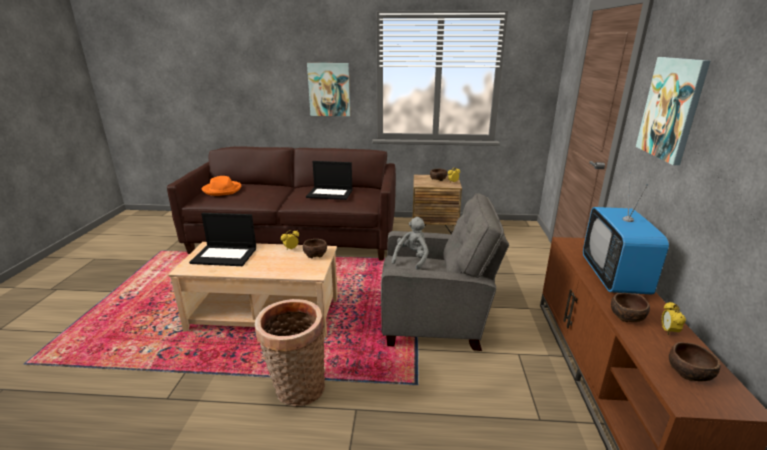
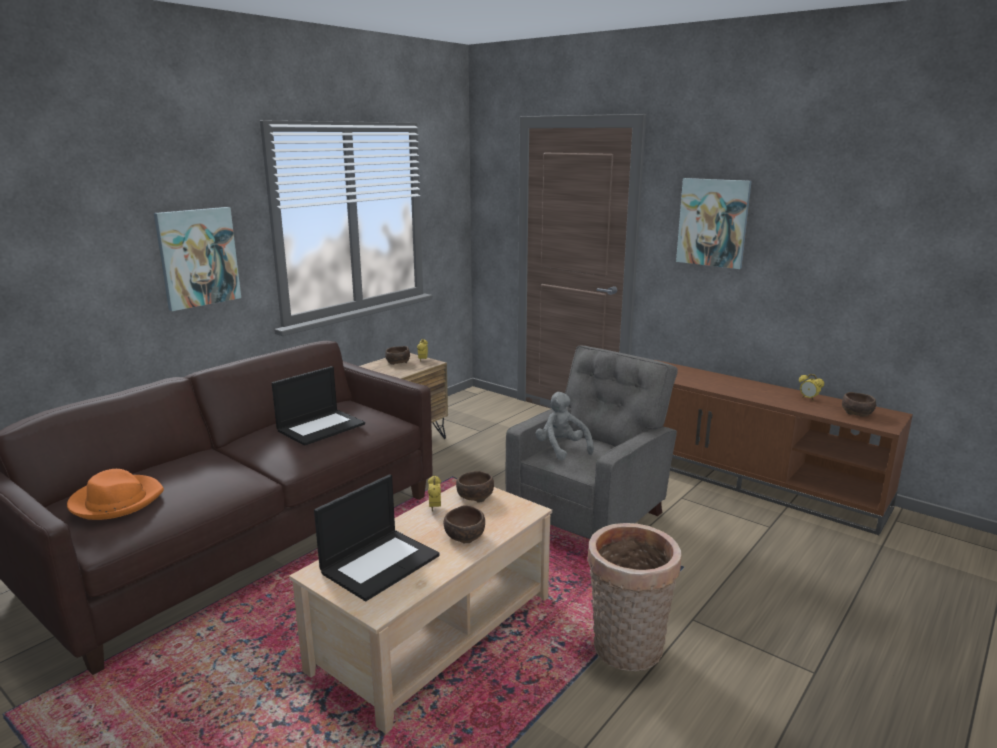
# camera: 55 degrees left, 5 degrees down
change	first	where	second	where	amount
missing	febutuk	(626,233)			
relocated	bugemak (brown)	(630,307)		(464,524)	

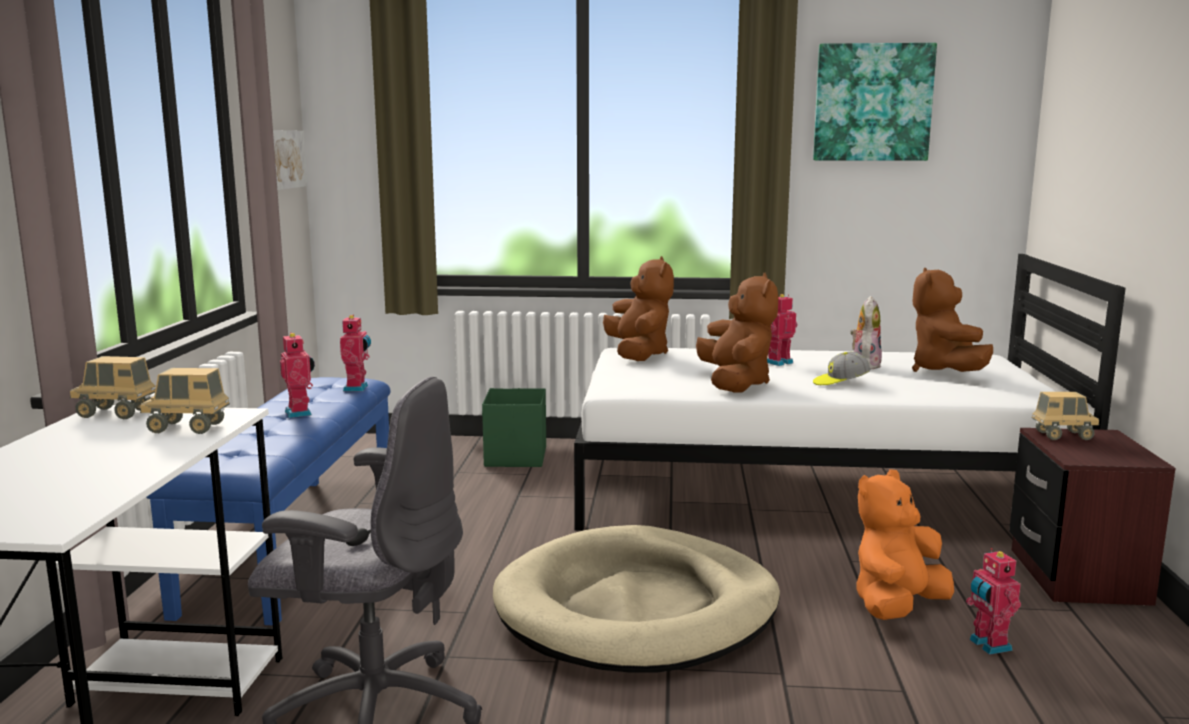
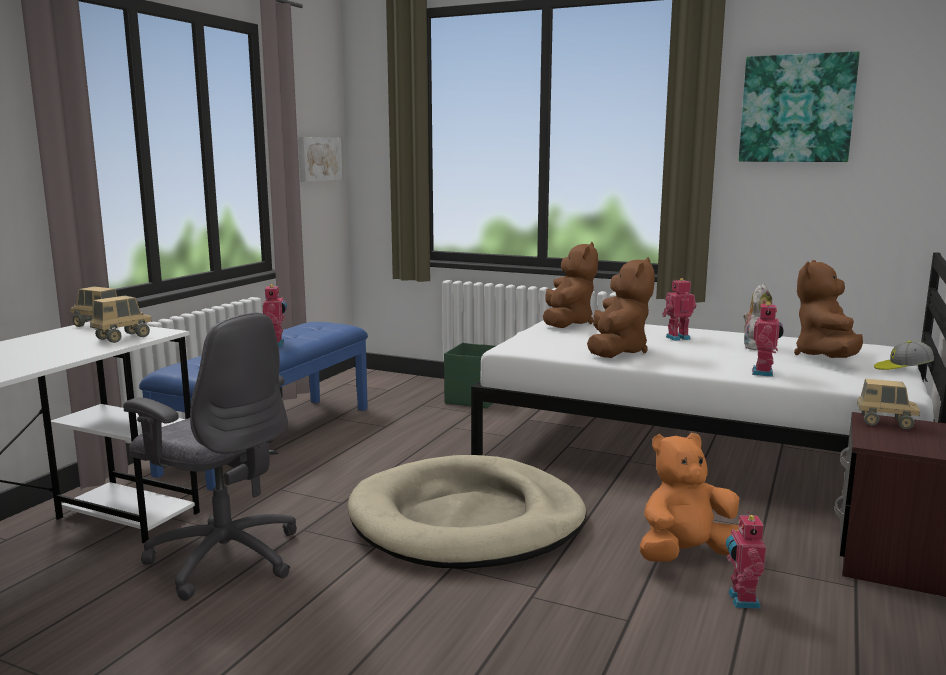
# camera: 20 degrees right, 0 degrees up
change	first	where	second	where	amount
relocated	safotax	(355,352)		(768,339)	
relocated	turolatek	(841,368)		(904,355)	
spun	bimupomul	(185,401)		(121,319)	105 degrees clockwise

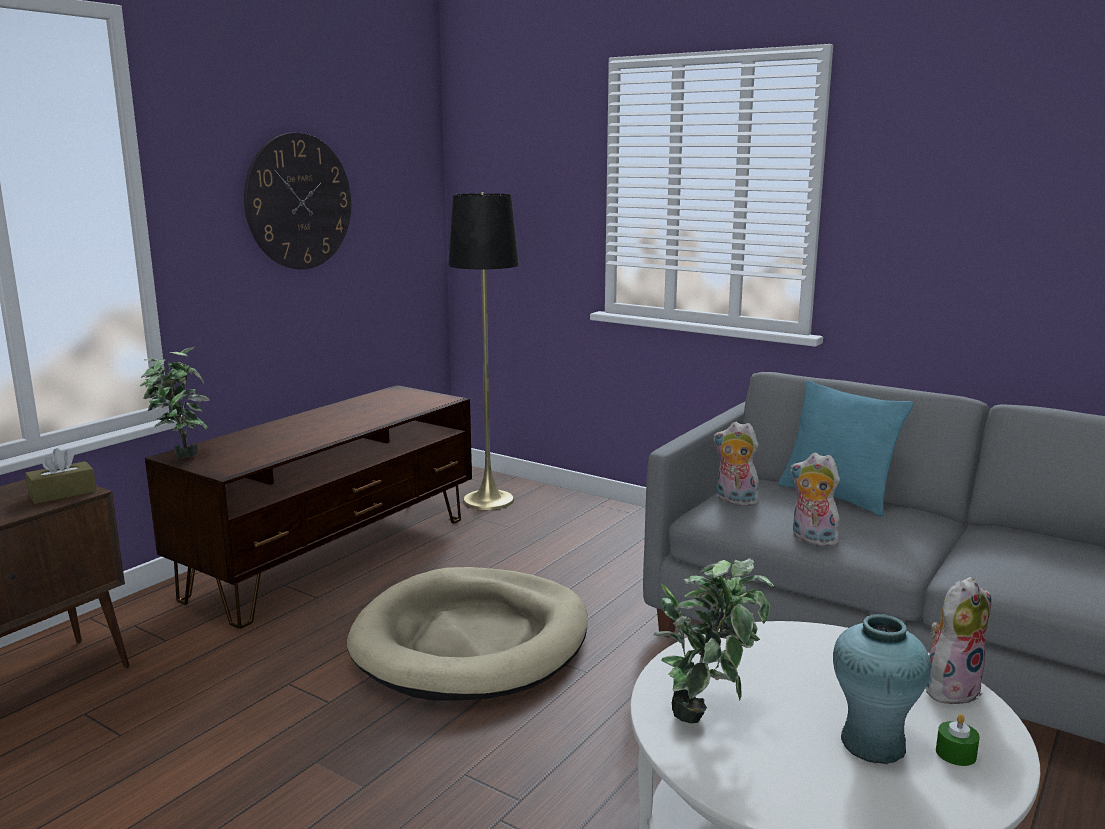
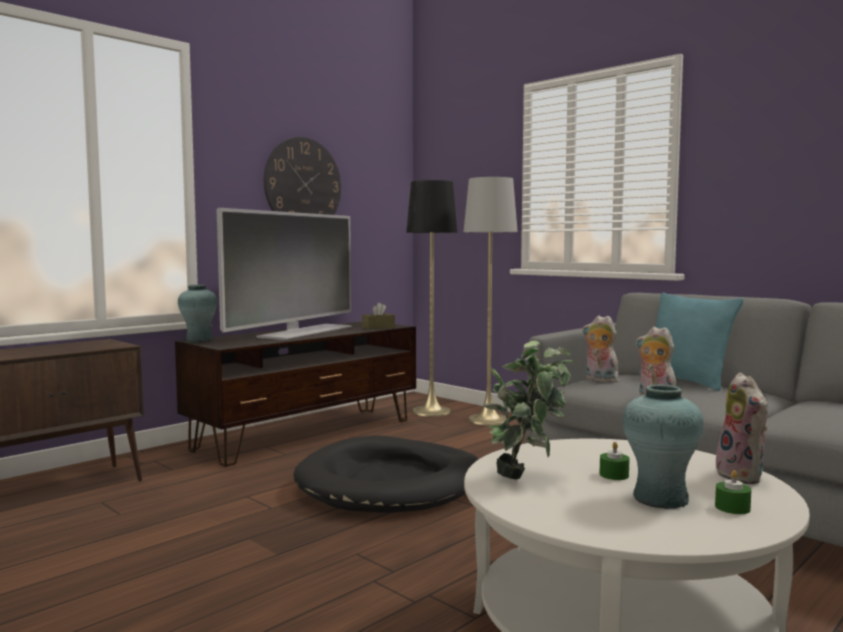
# camera: 10 degrees right, 10 degrees down
change	first	where	second	where	amount
appeared			febutuk	(284,274)	
appeared			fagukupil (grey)	(491,301)	
appeared			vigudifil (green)	(614,461)	
relocated	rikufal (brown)	(60,476)		(378,316)	
exchanged	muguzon	(175,403)	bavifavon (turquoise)	(197,313)	
colour	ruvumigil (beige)	(467,634)	ruvumigil (black)	(385,474)	
spun	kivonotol	(958,641)		(742,428)	105 degrees clockwise

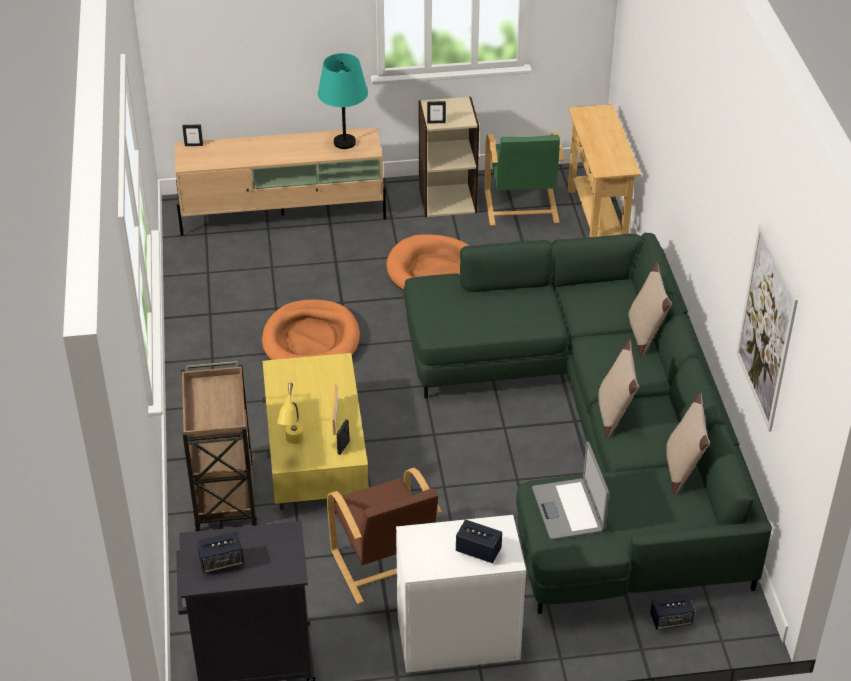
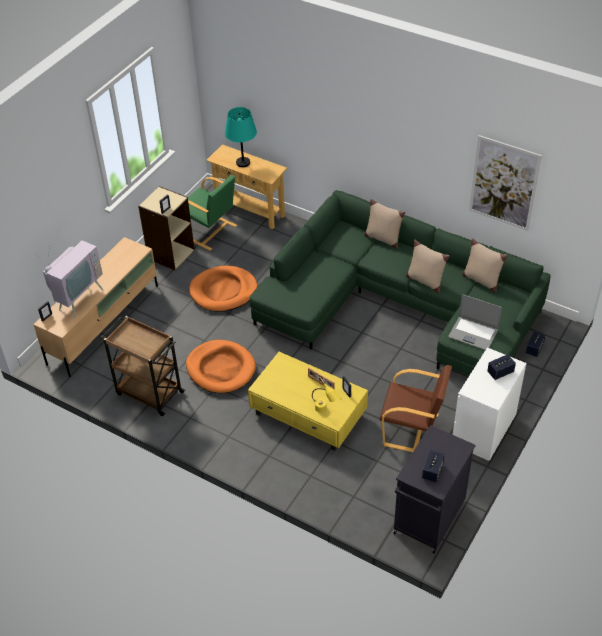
# camera: 50 degrees left, 5 degrees up
change	first	where	second	where	amount
appeared			febutuk	(72,278)	
relocated	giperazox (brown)	(219,446)		(143,366)	
relocated	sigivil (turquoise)	(343,101)		(241,137)	

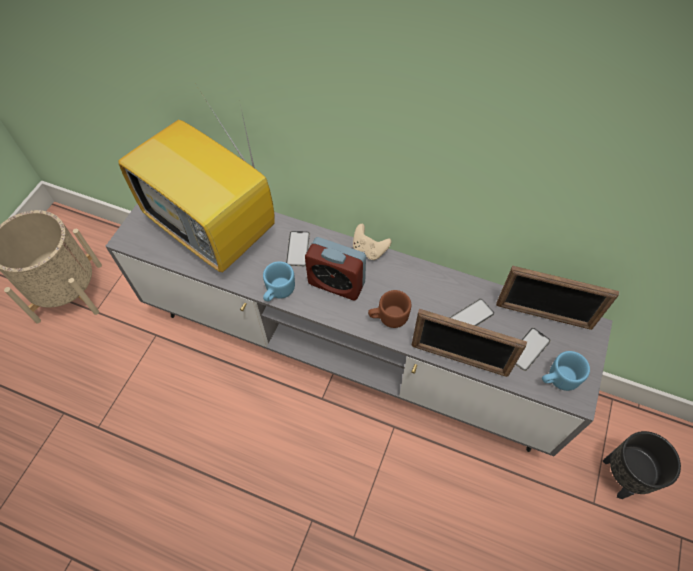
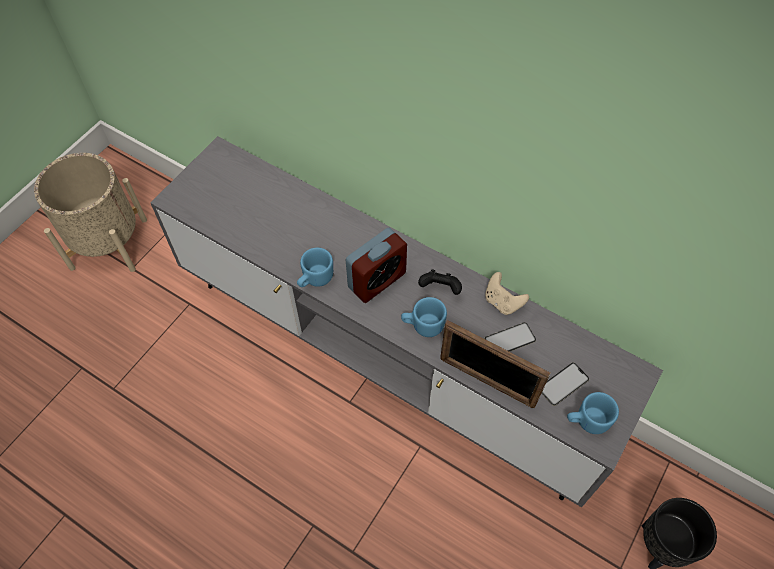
# camera: 10 degrees right, 0 degrees up
change	first	where	second	where	amount
missing	febutuk	(196,180)			
missing	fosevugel	(298,248)			
missing	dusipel	(557,298)			
appeared			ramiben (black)	(440,282)	
relocated	ramiben (beige)	(372,242)		(507,293)	
colour	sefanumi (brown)	(389,309)	sefanumi (blue)	(424,317)	
spun	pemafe	(335,268)		(376,265)	75 degrees counterclockwise

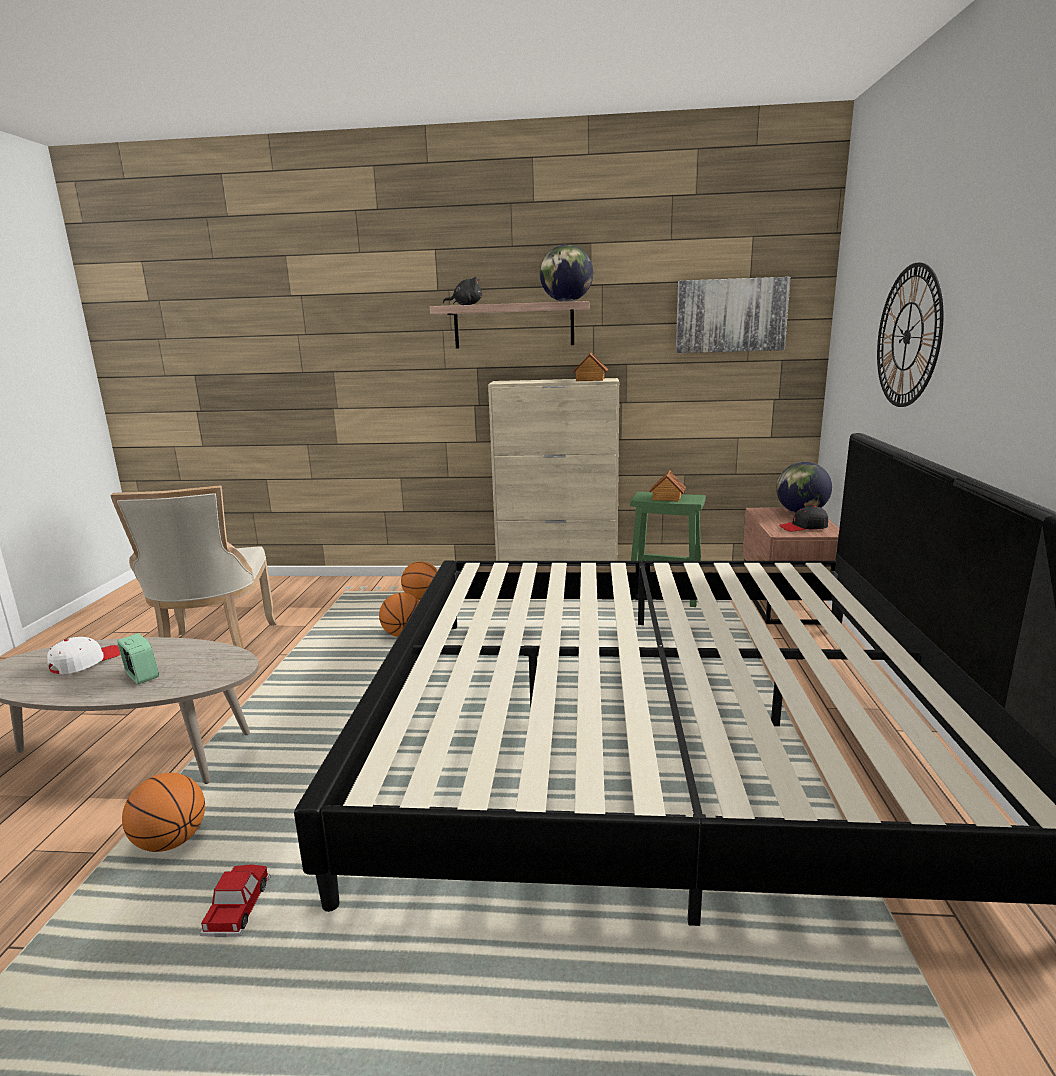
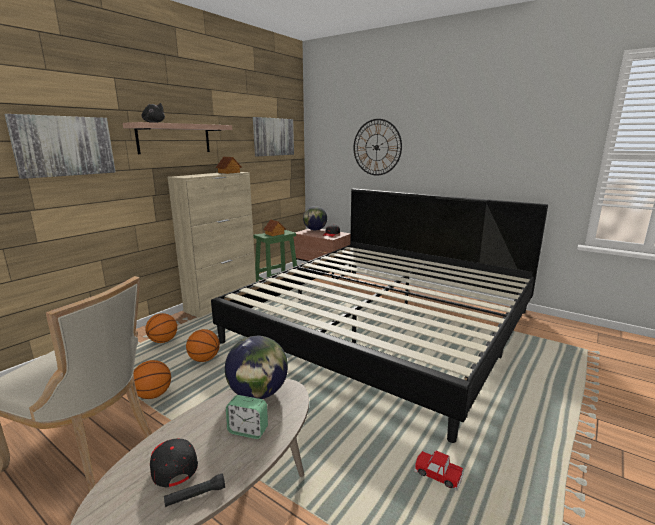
# camera: 60 degrees left, 0 degrees up
change	first	where	second	where	amount
appeared			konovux	(59,146)	
appeared			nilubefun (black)	(194,490)	
relocated	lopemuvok	(163,812)		(152,379)	
relocated	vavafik	(566,273)		(256,367)	
colour	turolatek (white)	(84,655)	turolatek (black)	(174,462)	
spun	pemafe	(138,658)		(247,417)	150 degrees counterclockwise

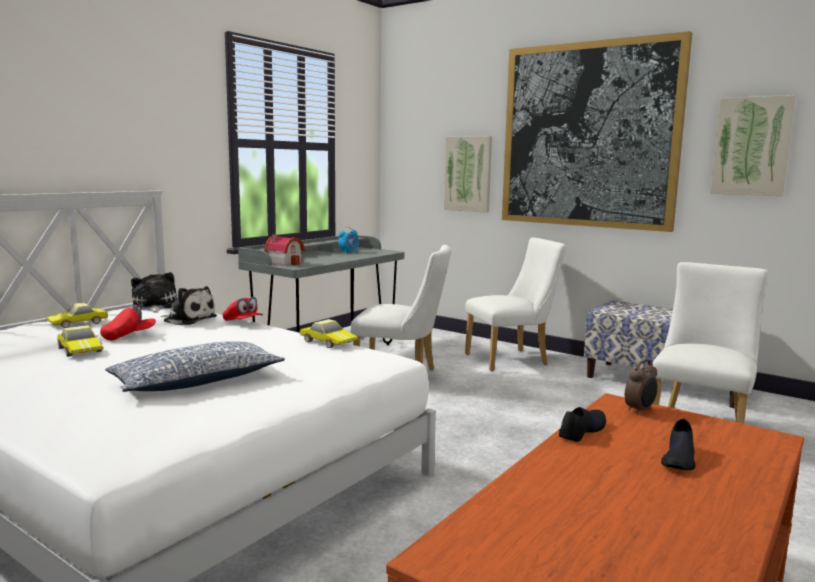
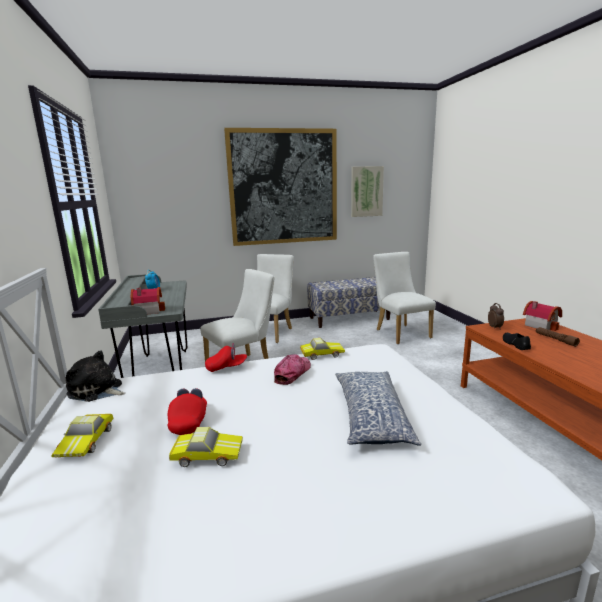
# camera: 50 degrees left, 5 degrees up
change	first	where	second	where	amount
missing	kivonotol	(188,305)			
missing	konovux	(468,174)			
appeared			turolatek	(292,369)	
appeared			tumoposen	(542,316)	
exchanged	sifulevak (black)	(678,444)	nilubefun (brown)	(558,337)	

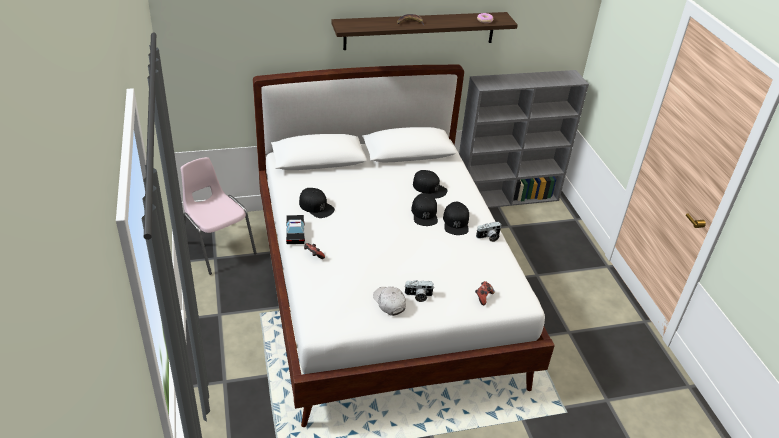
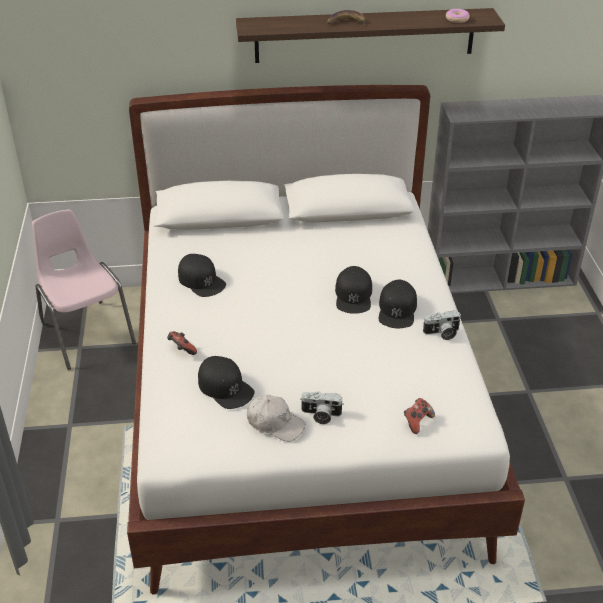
# camera: 10 degrees right, 0 degrees up
change	first	where	second	where	amount
missing	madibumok	(295,229)			
relocated	turolatek (black)	(430,184)		(226,382)	
spun	turolatek (white)	(389,301)		(276,418)	135 degrees clockwise

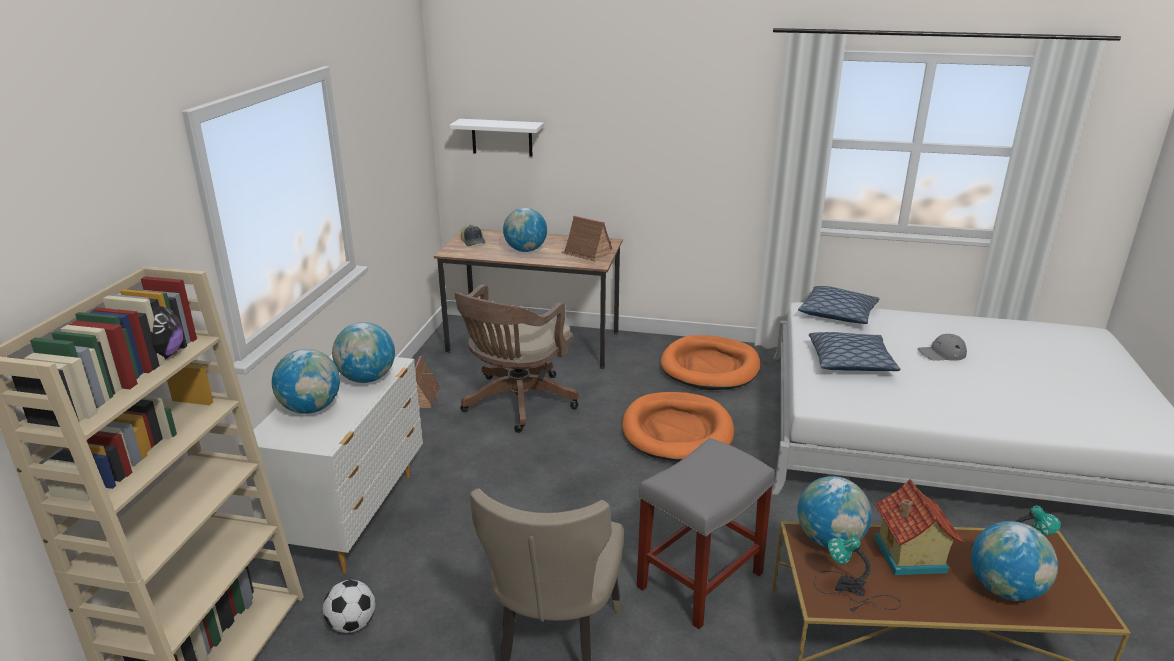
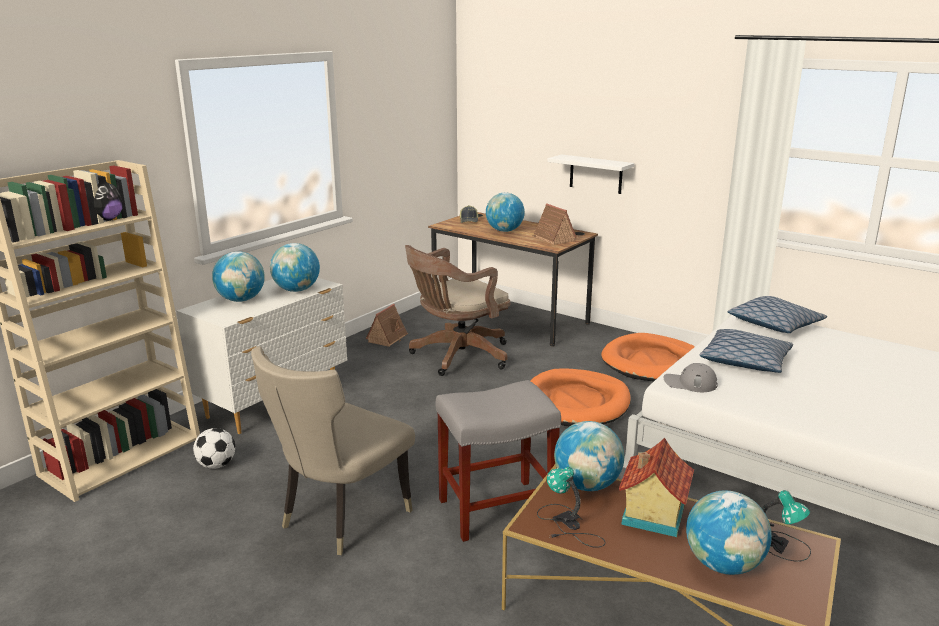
# camera: 25 degrees right, 5 degrees down
change	first	where	second	where	amount
relocated	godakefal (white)	(496,137)		(590,174)	
relocated	turolatek (grey)	(942,347)		(690,377)	

